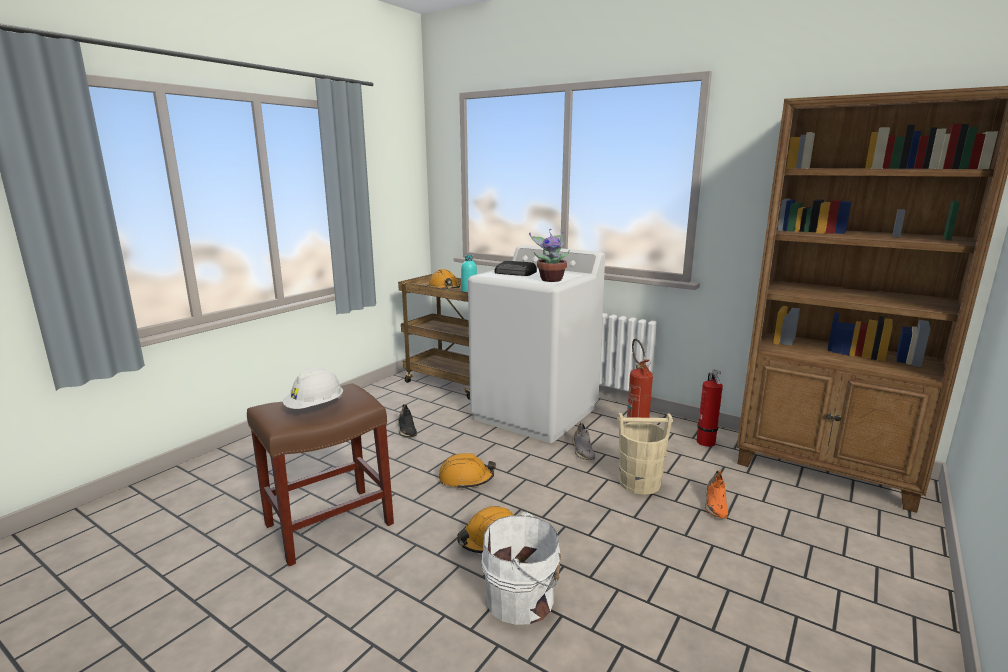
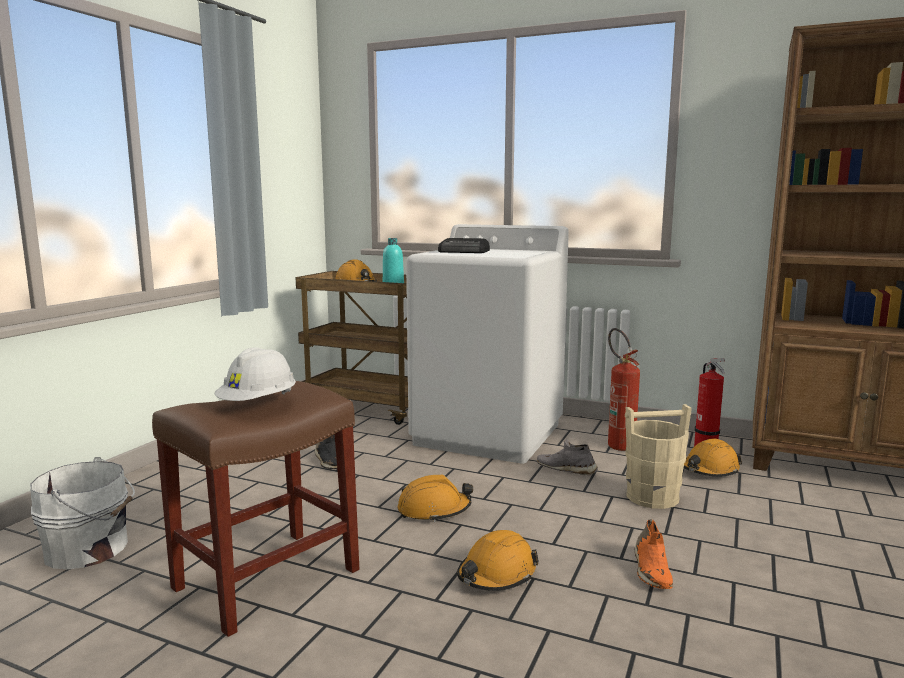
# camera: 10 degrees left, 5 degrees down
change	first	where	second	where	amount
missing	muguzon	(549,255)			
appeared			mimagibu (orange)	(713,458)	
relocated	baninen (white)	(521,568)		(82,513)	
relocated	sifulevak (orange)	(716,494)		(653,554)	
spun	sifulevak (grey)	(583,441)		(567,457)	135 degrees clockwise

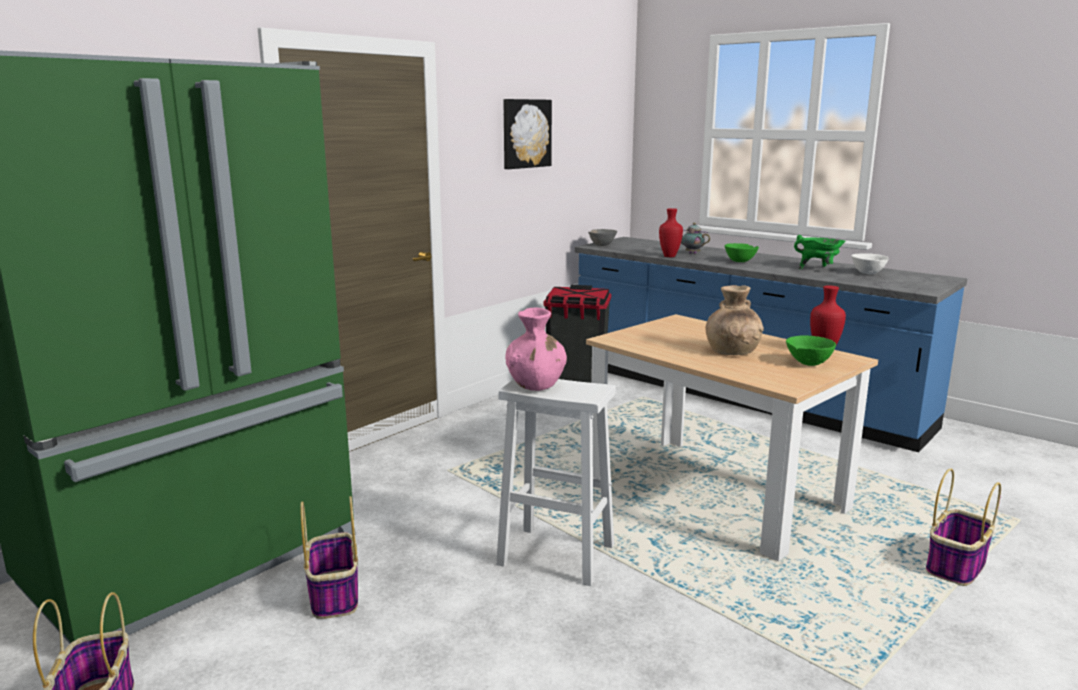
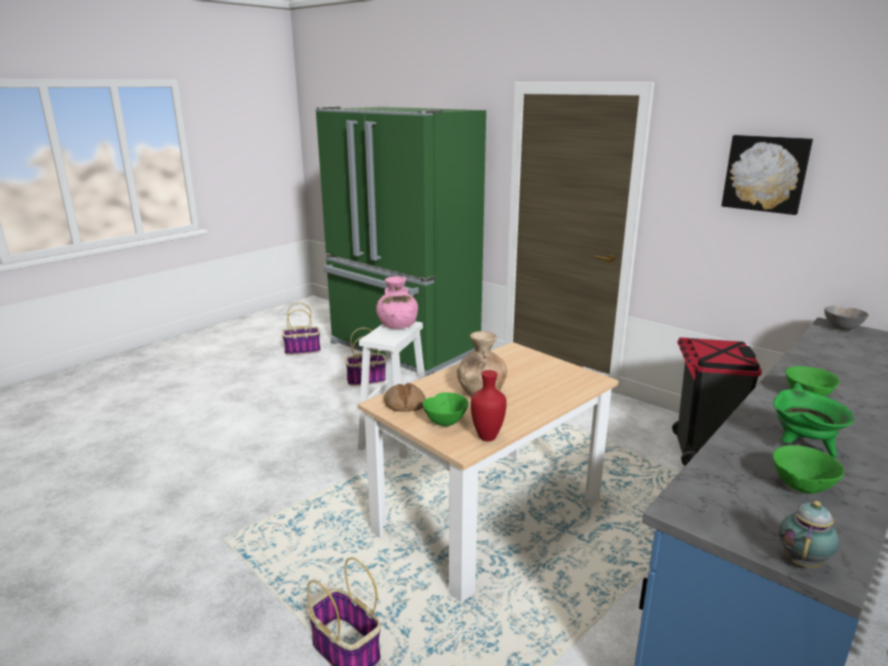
# camera: 90 degrees right, 5 degrees up
change	first	where	second	where	amount
missing	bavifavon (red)	(671,232)			
appeared			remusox	(405,397)	
relocated	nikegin	(695,238)		(809,534)	
colour	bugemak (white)	(869,263)	bugemak (green)	(809,469)	

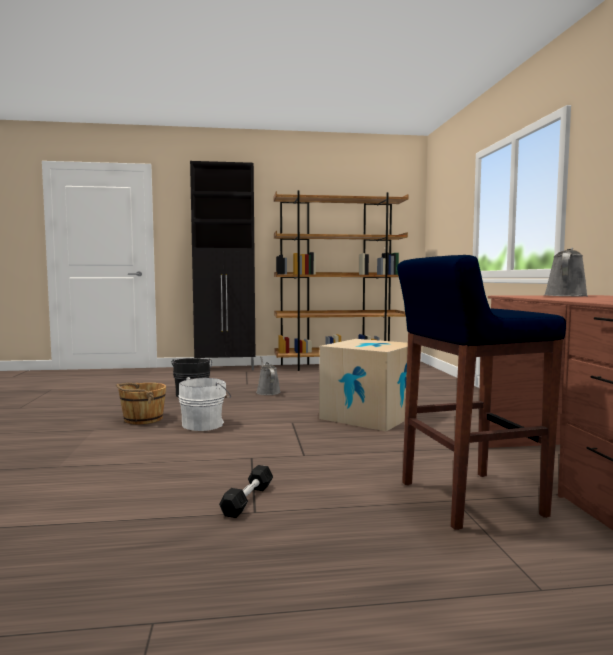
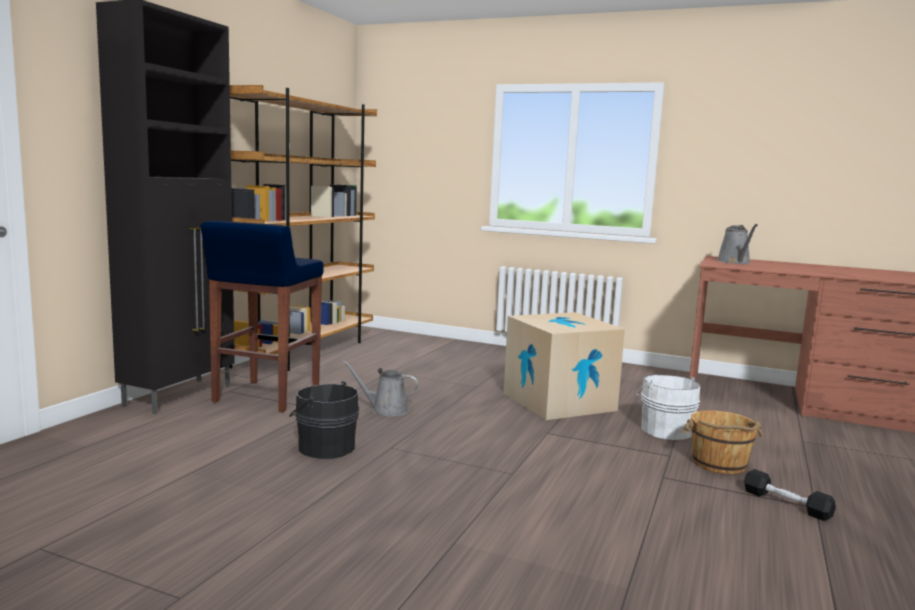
# camera: 60 degrees left, 5 degrees up
change	first	where	second	where	amount
relocated	baninen (brown)	(141,403)		(722,442)	
relocated	baninen (white)	(204,404)		(668,407)	
relocated	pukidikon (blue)	(481,392)		(262,316)	
spun	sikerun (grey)	(565,271)		(737,244)	150 degrees counterclockwise

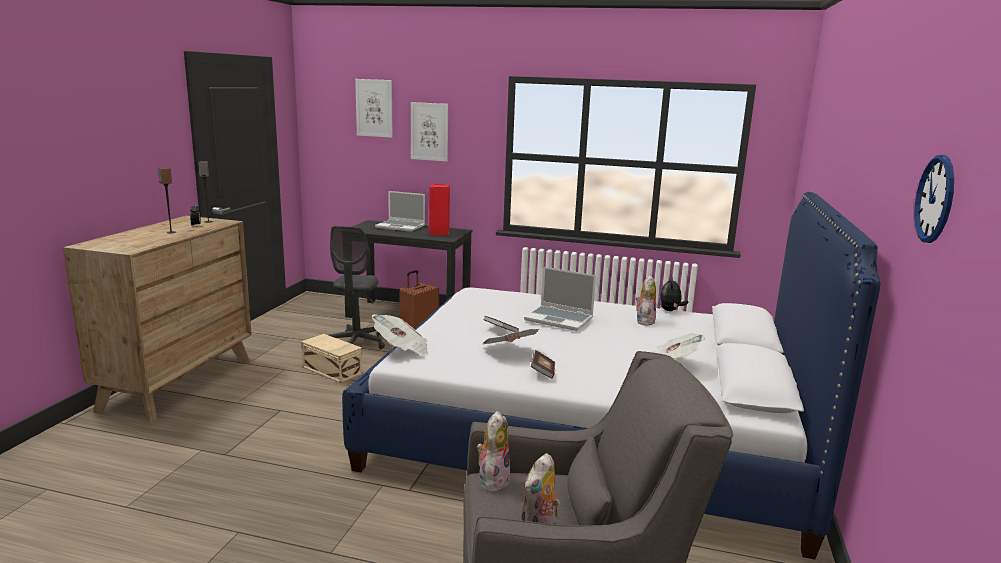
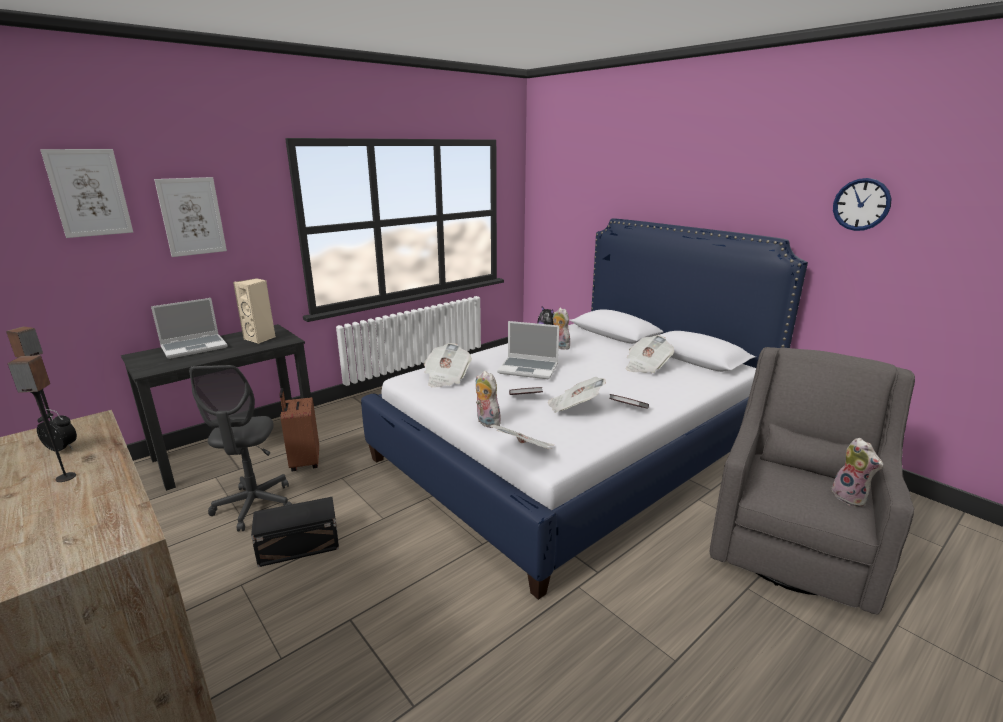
# camera: 55 degrees left, 5 degrees up
change	first	where	second	where	amount
appeared			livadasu	(447,365)	
relocated	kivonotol	(493,451)		(488,399)	
colour	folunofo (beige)	(332,358)	folunofo (black)	(295,532)	
colour	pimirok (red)	(439,209)	pimirok (beige)	(254,311)	
spun	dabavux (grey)	(356,287)		(240,448)	45 degrees clockwise
spun	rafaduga	(560,299)		(528,350)	45 degrees clockwise

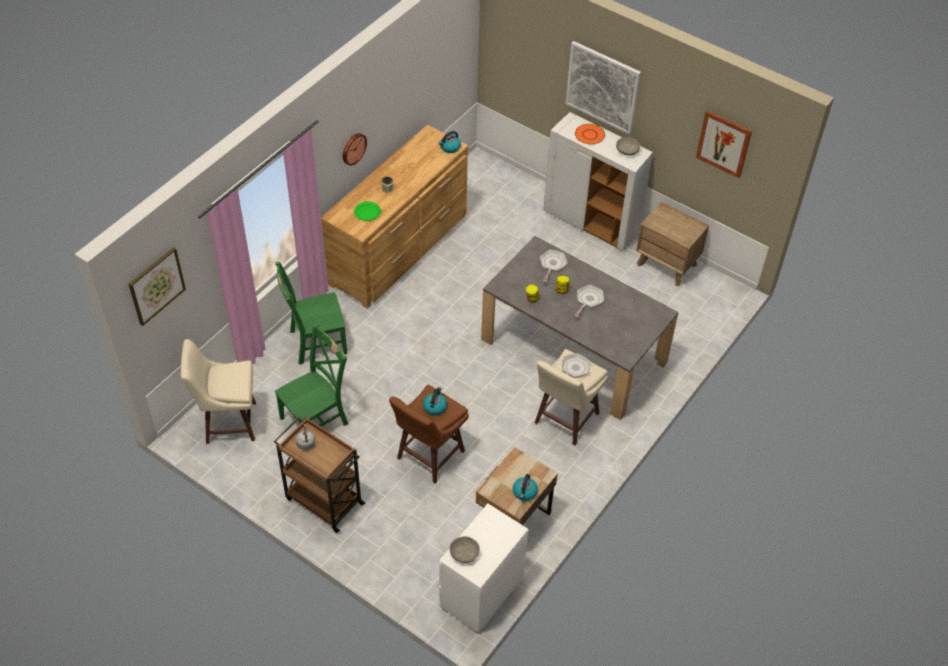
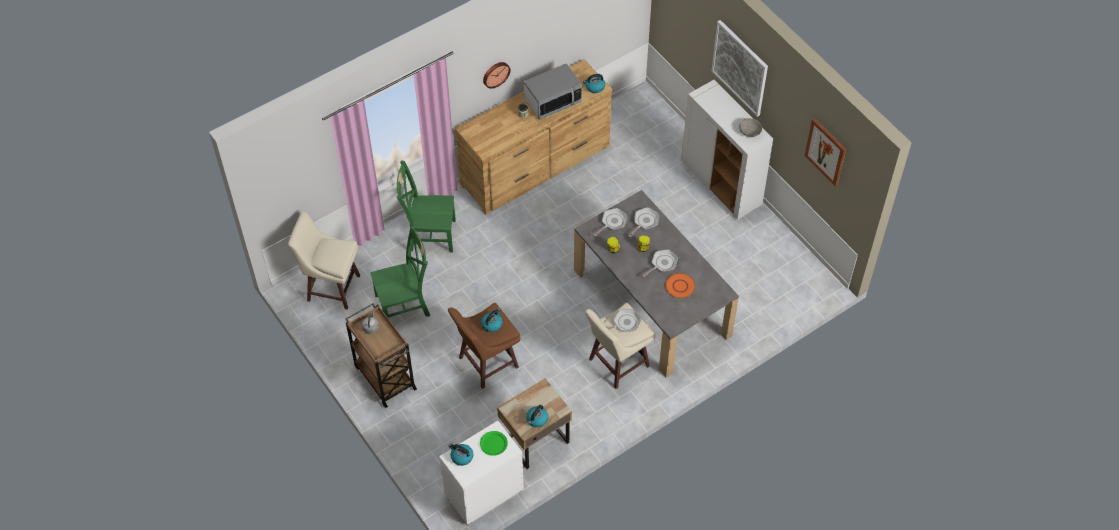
# camera: 20 degrees right, 5 degrees up
change	first	where	second	where	amount
missing	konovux	(157,286)			
missing	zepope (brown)	(672,244)			
appeared			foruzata	(553,91)	
appeared			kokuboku	(611,222)	
relocated	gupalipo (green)	(367,211)		(494,443)	
relocated	gupalipo (orange)	(590,134)		(680,285)	
exchanged	bugemak (grey)	(465,549)	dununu	(461,454)	

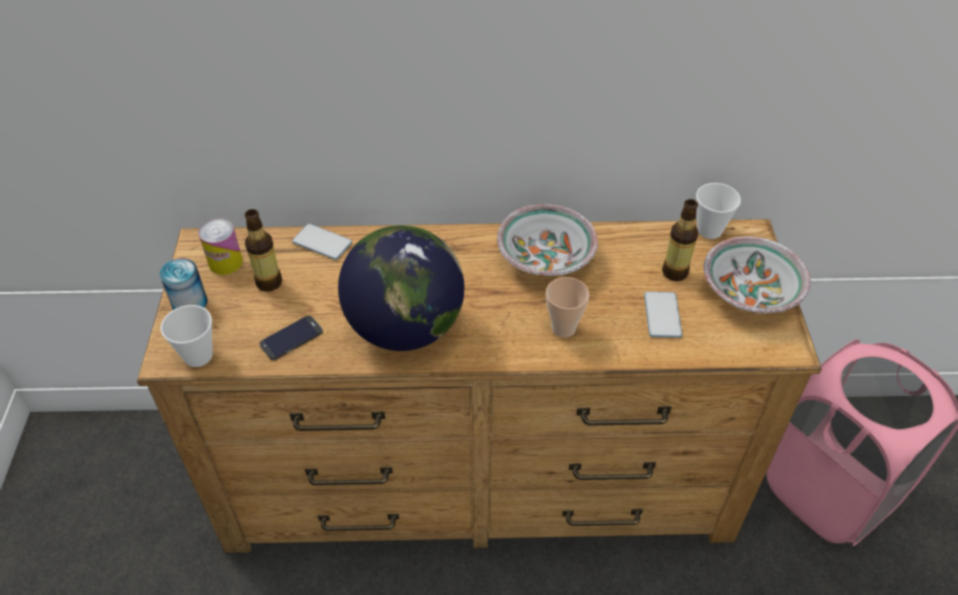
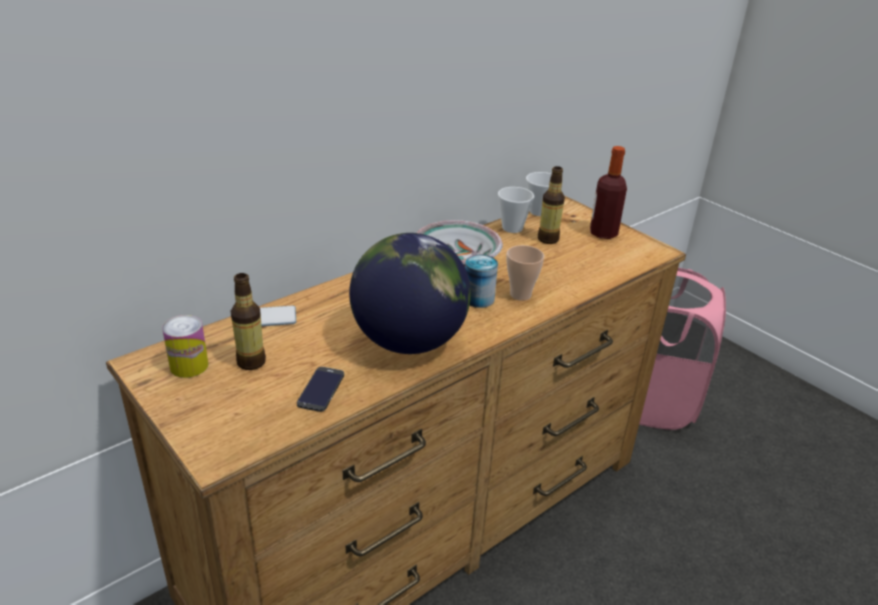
# camera: 40 degrees left, 15 degrees down
change	first	where	second	where	amount
missing	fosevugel	(663,315)			
relocated	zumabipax	(184,284)		(481,281)	
relocated	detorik	(187,336)		(516,210)	
exchanged	bugemak	(757,274)	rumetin	(608,192)	

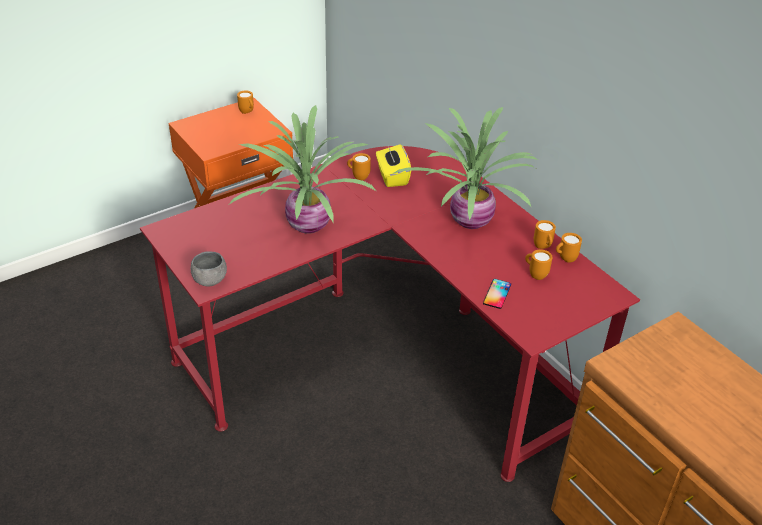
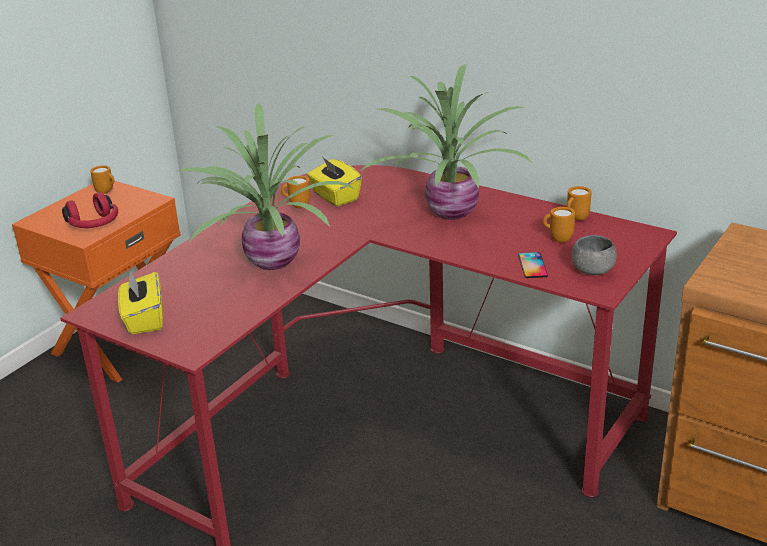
# camera: 20 degrees left, 10 degrees down
change	first	where	second	where	amount
missing	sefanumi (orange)	(545,234)			
appeared			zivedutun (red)	(90,210)	
appeared			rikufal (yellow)	(140,302)	
relocated	bugemak (grey)	(209,269)		(594,255)	

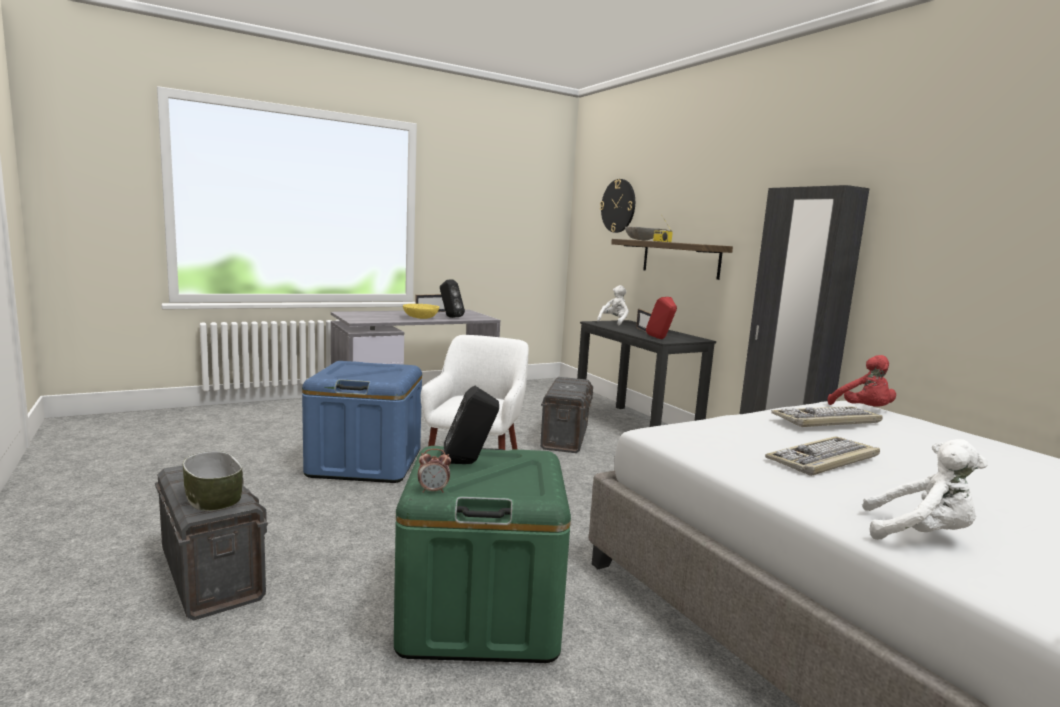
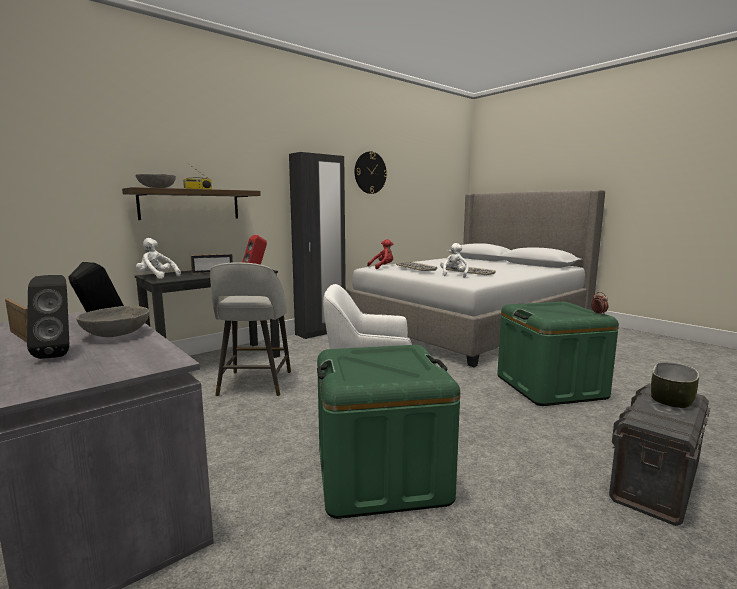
# camera: 100 degrees left, 0 degrees up
change	first	where	second	where	amount
relocated	pimirok (black)	(470,425)		(48,317)	
relocated	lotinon	(617,206)		(371,172)	
relocated	kivonotol (white)	(925,489)		(454,260)	
exchanged	folunofo (grey)	(566,415)	pukidikon (grey)	(250,329)	
colour	folunofo (blue)	(362,422)	folunofo (green)	(388,432)	
colour	bugemak (yellow)	(421,311)	bugemak (grey)	(113,321)	

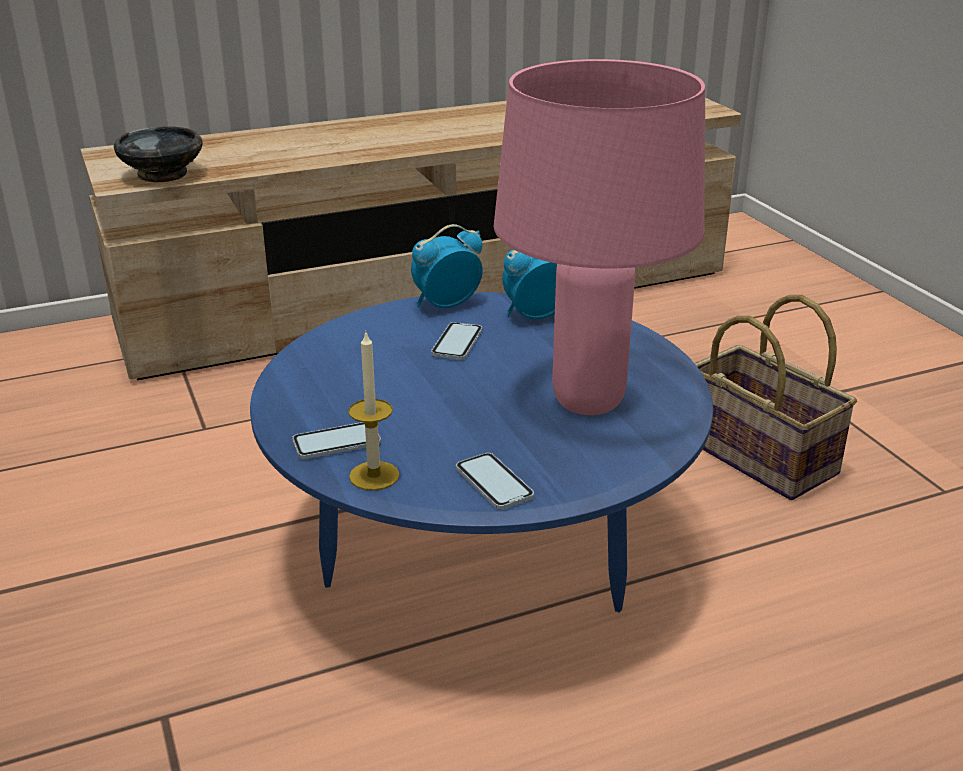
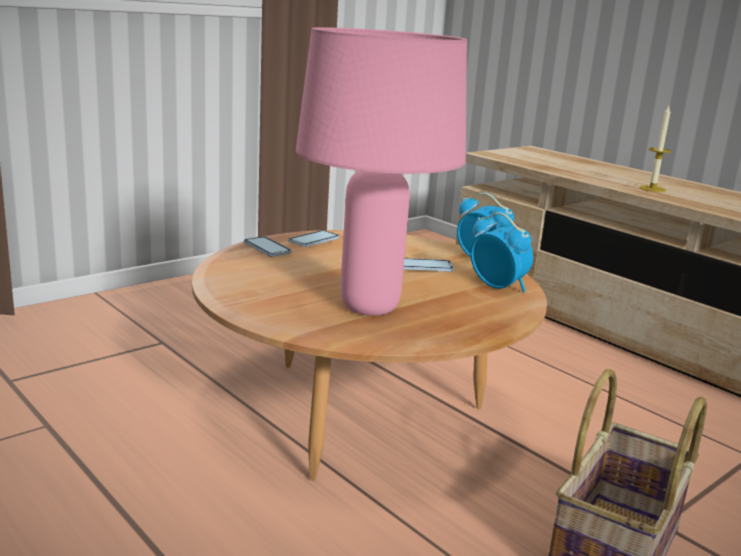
# camera: 70 degrees right, 10 degrees down
change	first	where	second	where	amount
missing	bugemak (black)	(158,154)			
relocated	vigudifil	(374,412)		(655,149)	
relocated	fosevugel	(495,481)		(313,238)	
colour	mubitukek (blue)	(481,452)	mubitukek (brown)	(369,355)	

